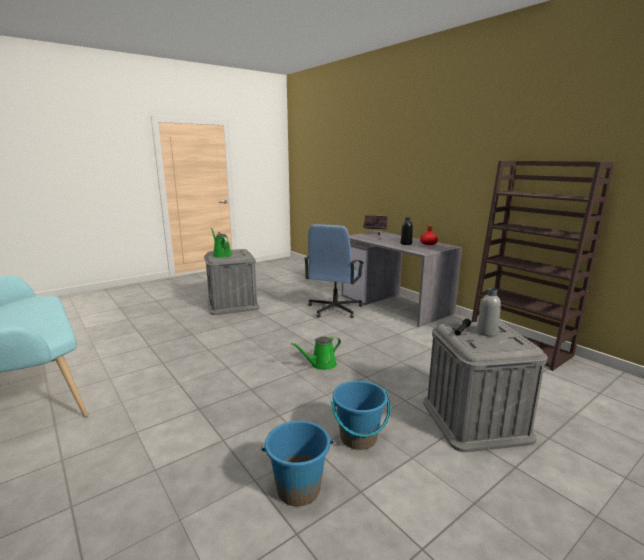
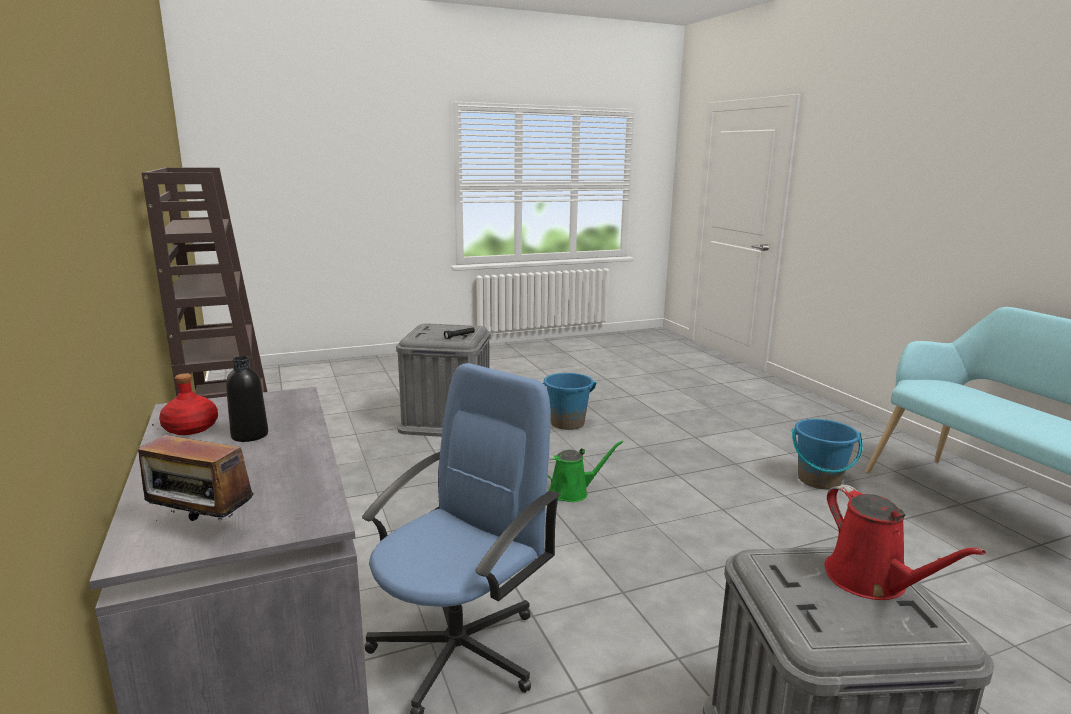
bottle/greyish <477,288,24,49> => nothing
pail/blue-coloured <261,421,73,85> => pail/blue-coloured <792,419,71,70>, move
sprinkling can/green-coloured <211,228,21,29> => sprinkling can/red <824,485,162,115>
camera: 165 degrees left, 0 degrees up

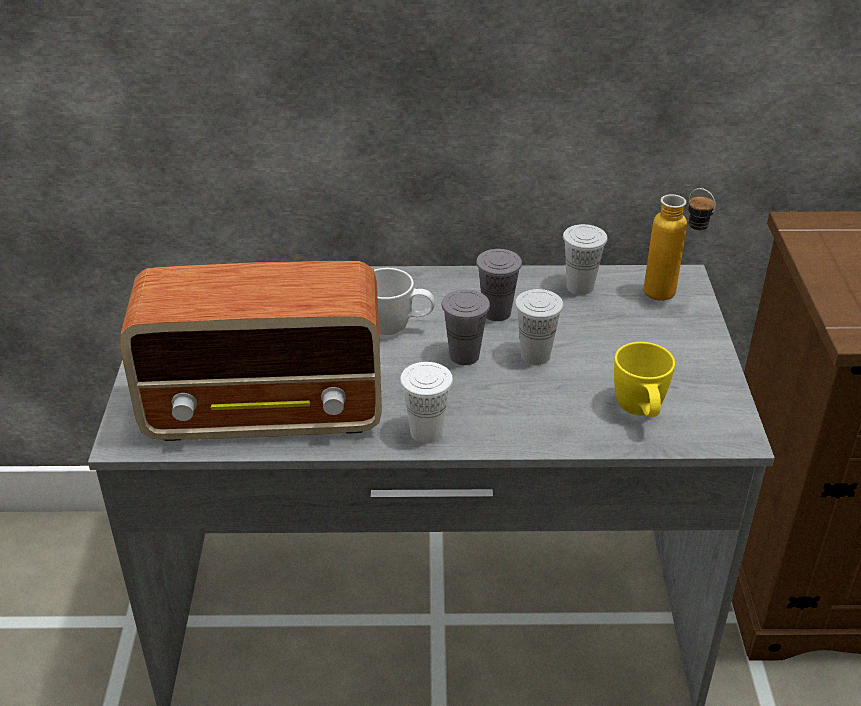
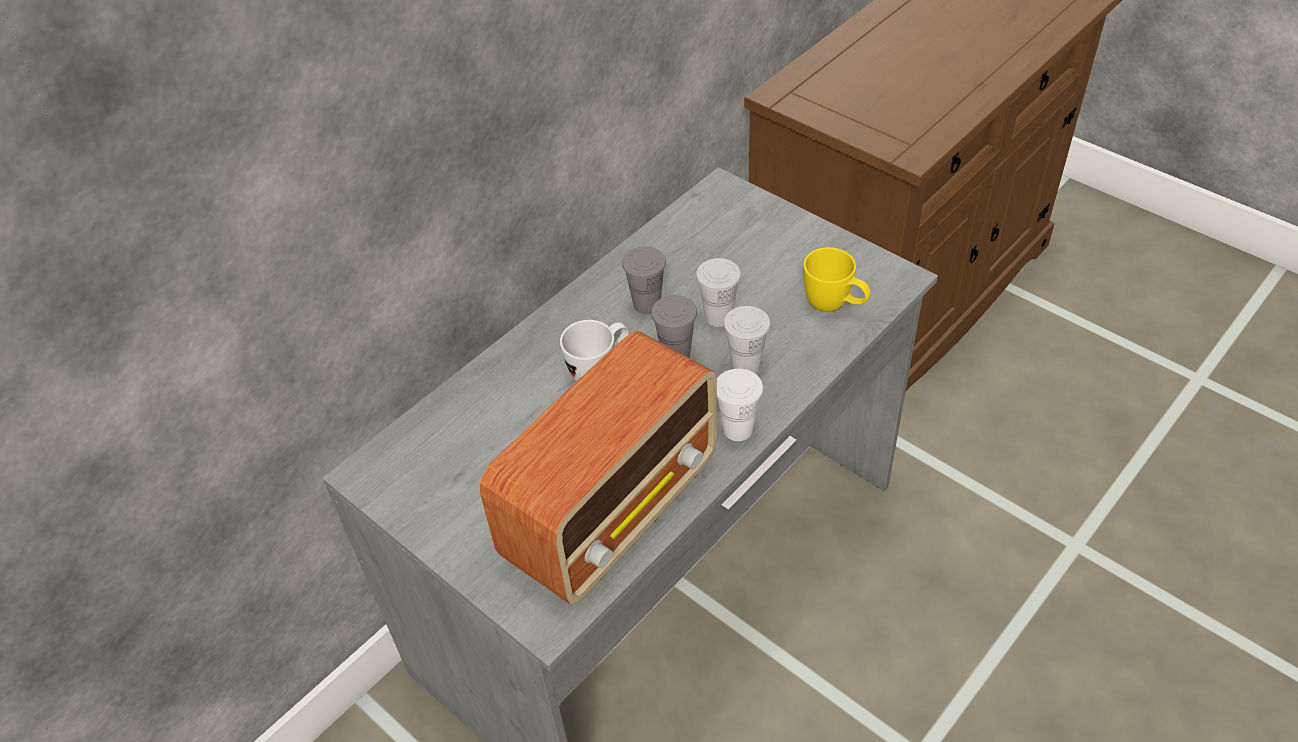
bottle <644,188,72,113> => nothing
cup/white <563,224,44,71> => cup/white <724,306,46,68>, move
camera: 45 degrees left, 10 degrees up

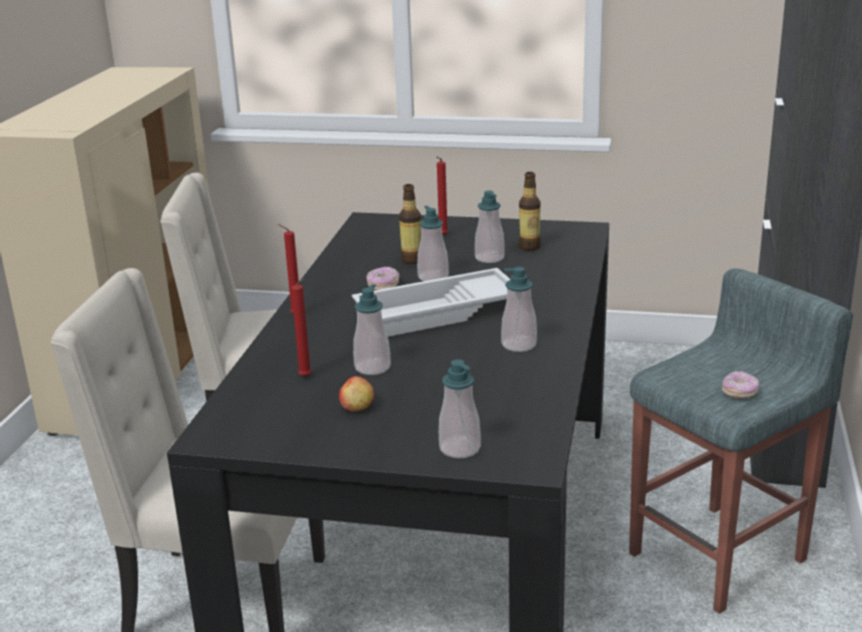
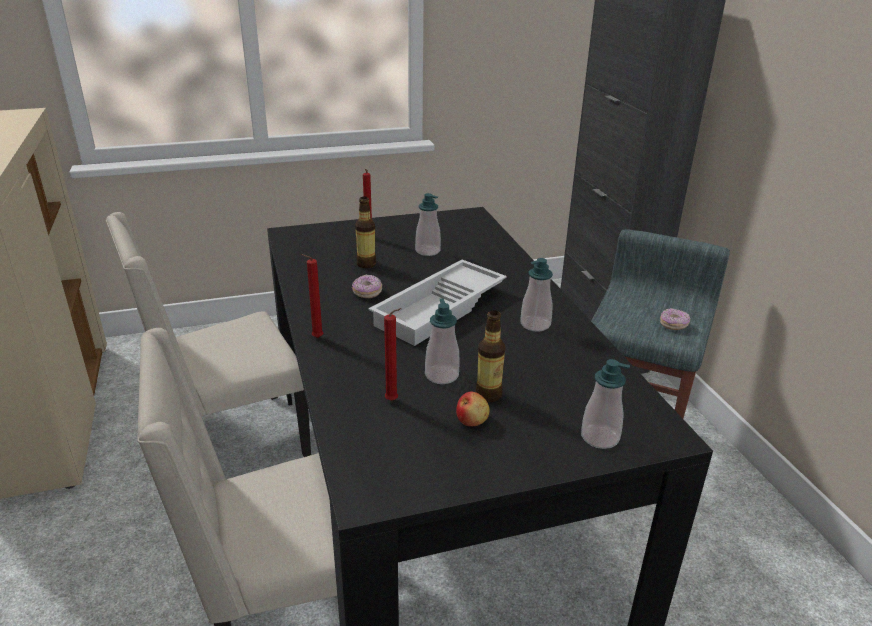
soap dispenser <417,206,32,75> => nothing
bottle <519,172,22,79> => bottle <476,310,29,92>, move
camera: 30 degrees left, 5 degrees up

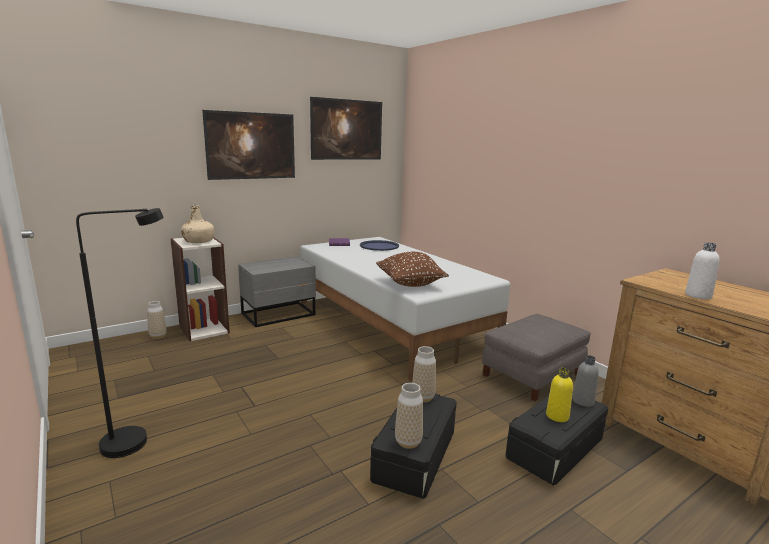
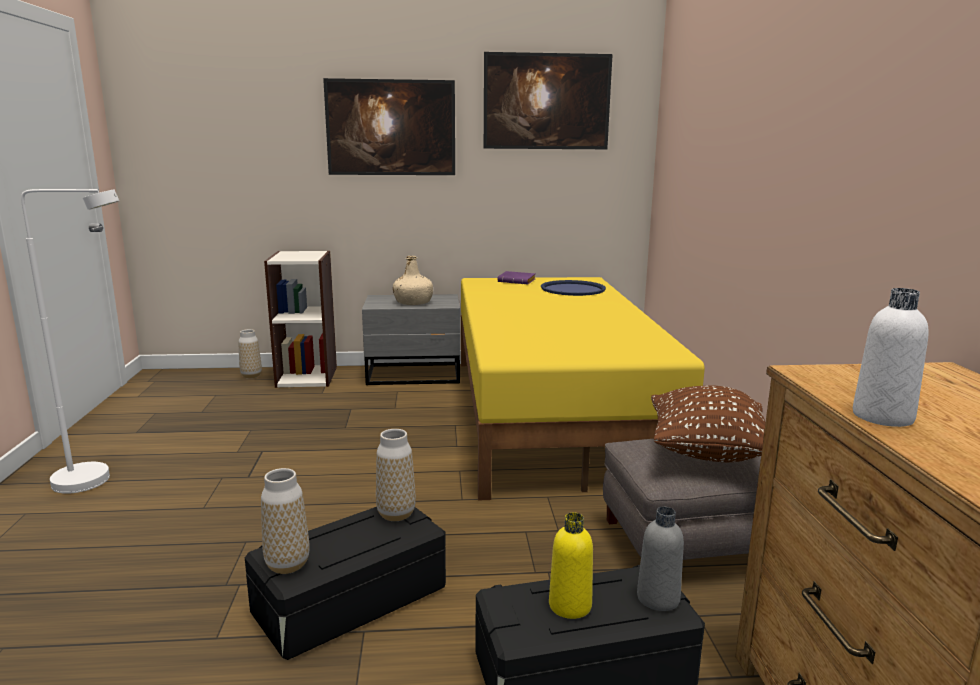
bottle/beige <181,205,33,38> => bottle/beige <393,256,40,49>, move
pillow/brown-coloured <376,252,73,35> => pillow/brown-coloured <651,385,115,77>, move
floor lamp/black <76,208,88,250> => floor lamp/white <21,189,98,305>
sleeping bed/white <300,237,210,145> => sleeping bed/yellow <461,277,244,223>
camera: 30 degrees right, 0 degrees up

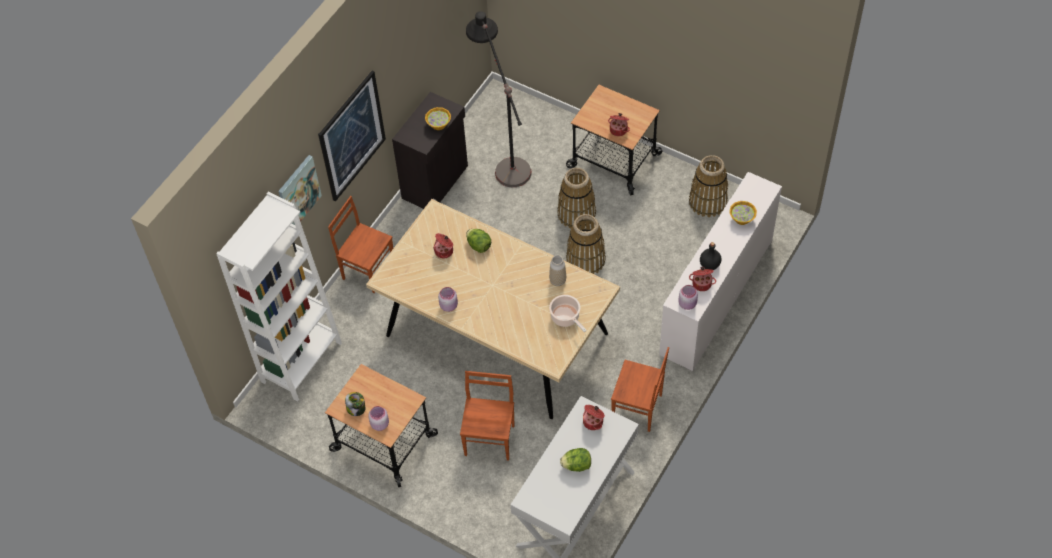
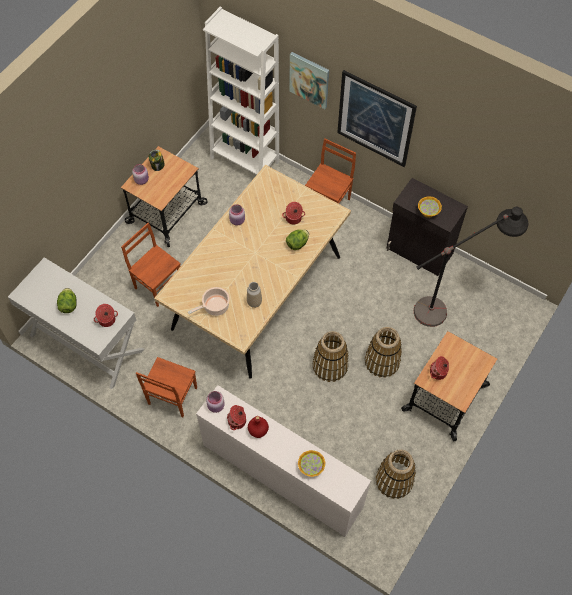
bottle/black <700,242,22,28> => bottle/red <248,416,21,22>
chair/brown-coloured <460,371,55,90> => chair/brown-coloured <121,222,60,85>, 150 degrees counterclockwise
camera: 90 degrees right, 5 degrees up

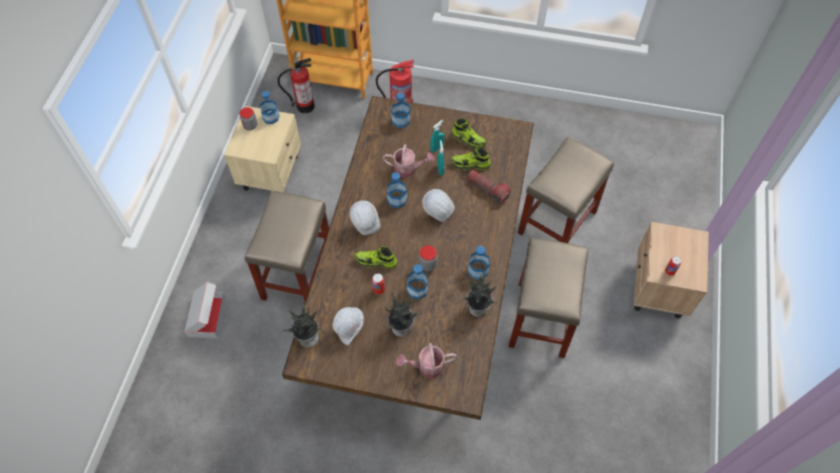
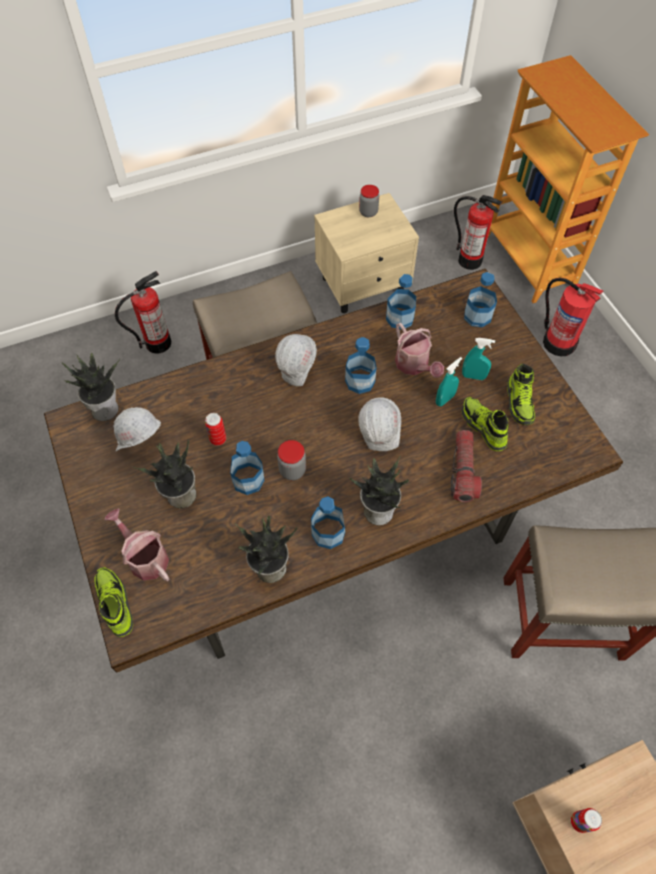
stool/beige <508,238,81,120> => nothing
nothing => houseplant <349,457,60,68>
bottle <260,91,19,33> => bottle <386,274,30,56>, move
shoe <355,246,43,23> => shoe <94,567,39,70>, move
packing box <184,282,42,57> => fire-fighting cylinder <115,271,56,83>
camera: 55 degrees right, 0 degrees up

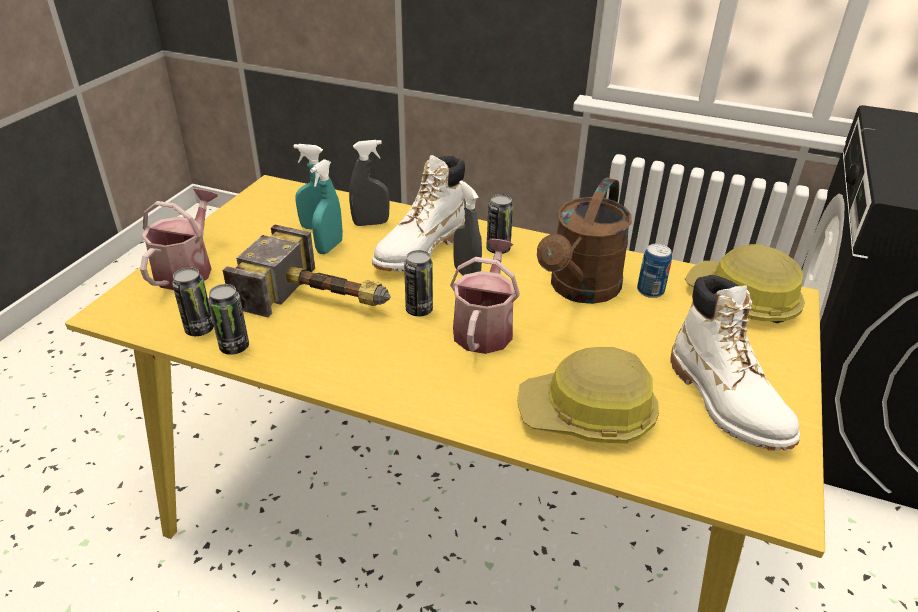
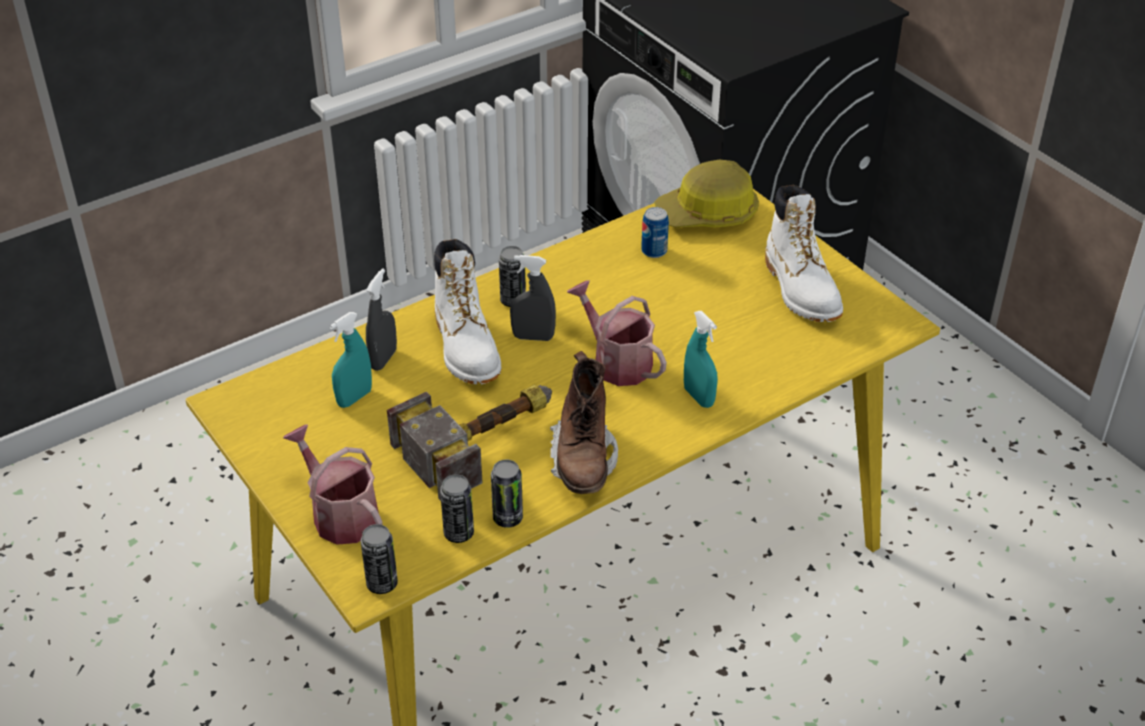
safety helmet <517,347,142,96> => nothing
sprinkling can/brown-coloured <537,177,95,127> => nothing
nothing => high-top boot/brown-coloured <550,351,68,143>
sprayer/turquoise <310,159,33,95> => sprayer/turquoise <684,311,34,97>, move
can <404,250,29,66> => can <360,524,38,70>, move
high-top boot/white <670,274,130,177> => high-top boot/white <765,185,78,137>, 60 degrees clockwise
camera: 55 degrees left, 5 degrees up

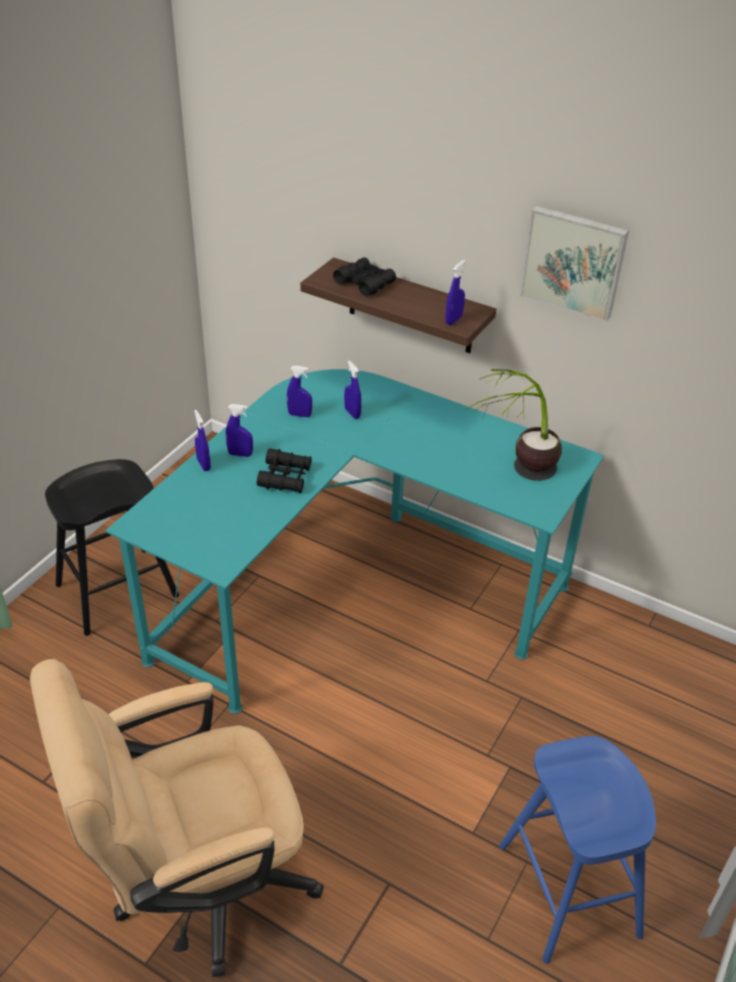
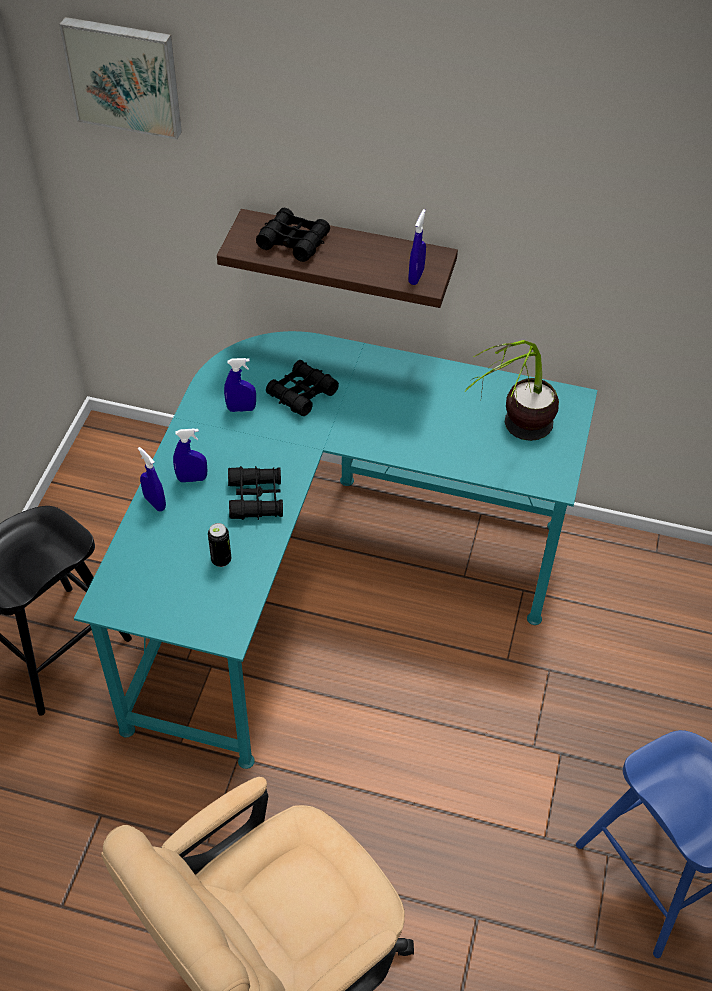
nothing => can <208,523,23,44>
picture <520,206,109,116> => picture <59,17,123,123>, move
sprayer/blue-coloured <344,361,18,58> => field glasses/black <266,360,73,56>
camera: 15 degrees left, 10 degrees up

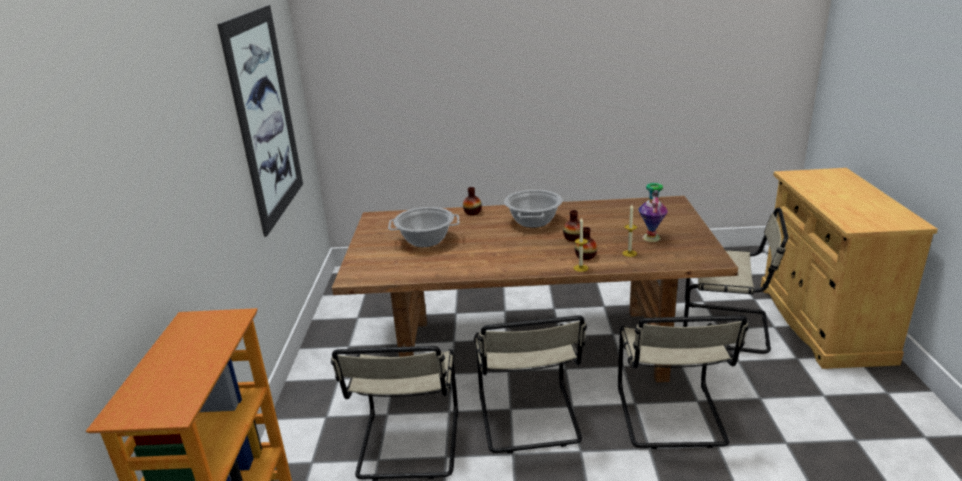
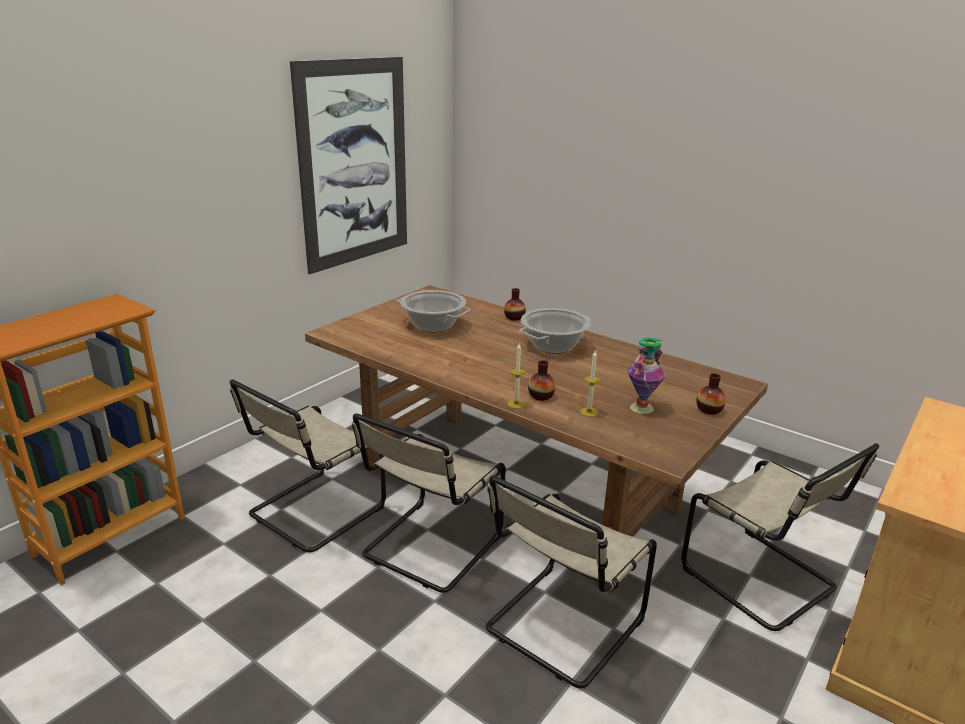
decorative vase <563,210,21,31> => decorative vase <696,373,30,42>, move
camera: 35 degrees right, 0 degrees up

